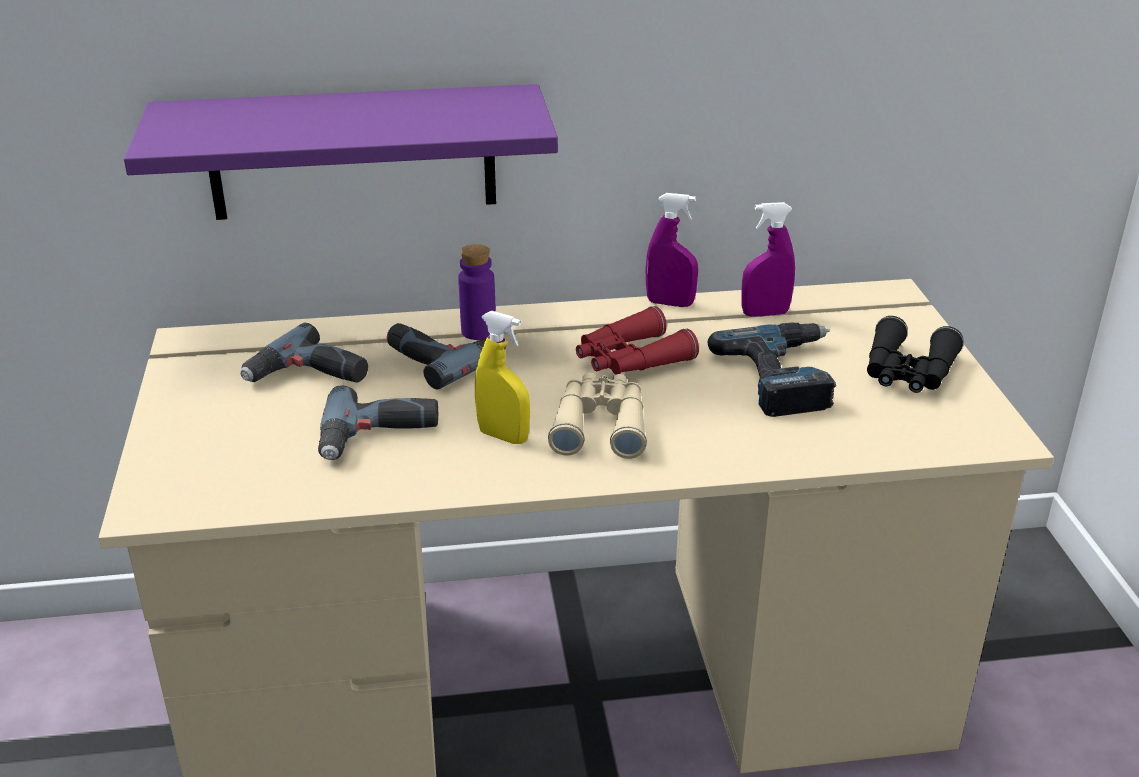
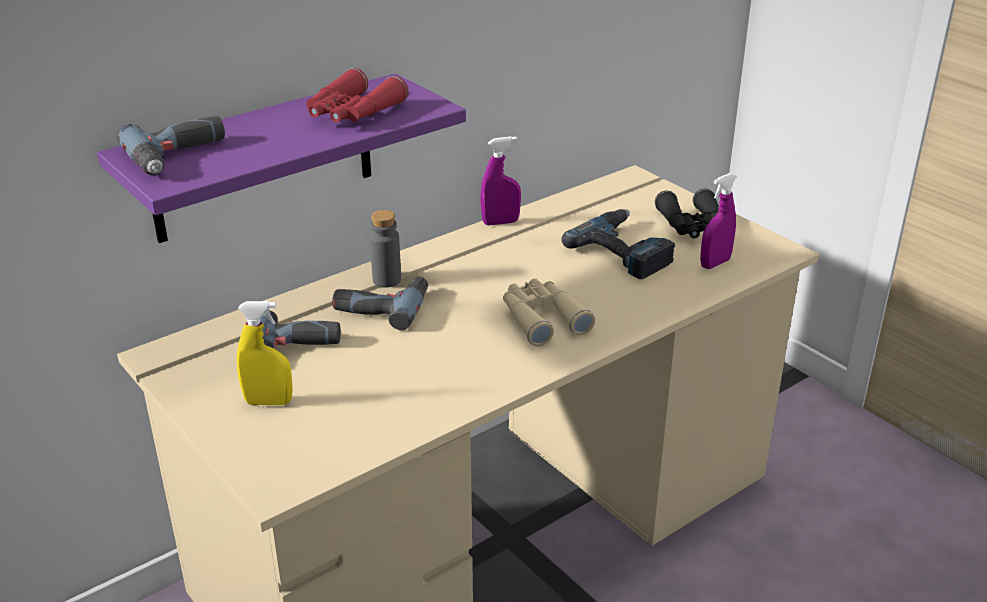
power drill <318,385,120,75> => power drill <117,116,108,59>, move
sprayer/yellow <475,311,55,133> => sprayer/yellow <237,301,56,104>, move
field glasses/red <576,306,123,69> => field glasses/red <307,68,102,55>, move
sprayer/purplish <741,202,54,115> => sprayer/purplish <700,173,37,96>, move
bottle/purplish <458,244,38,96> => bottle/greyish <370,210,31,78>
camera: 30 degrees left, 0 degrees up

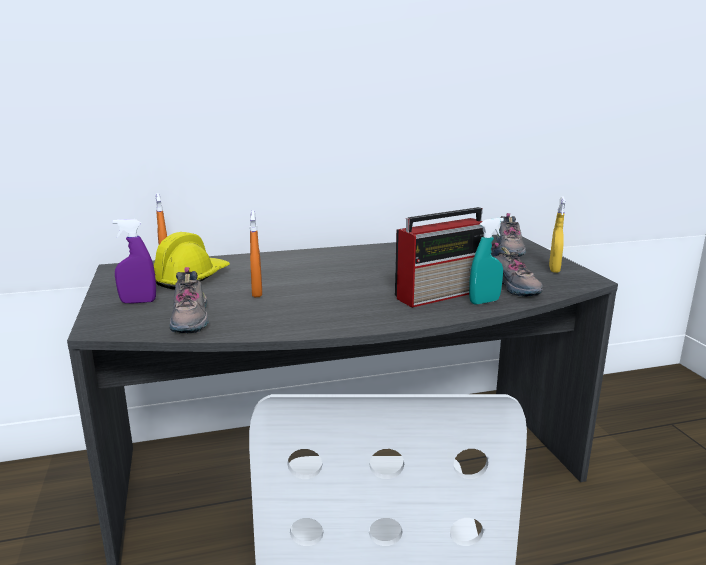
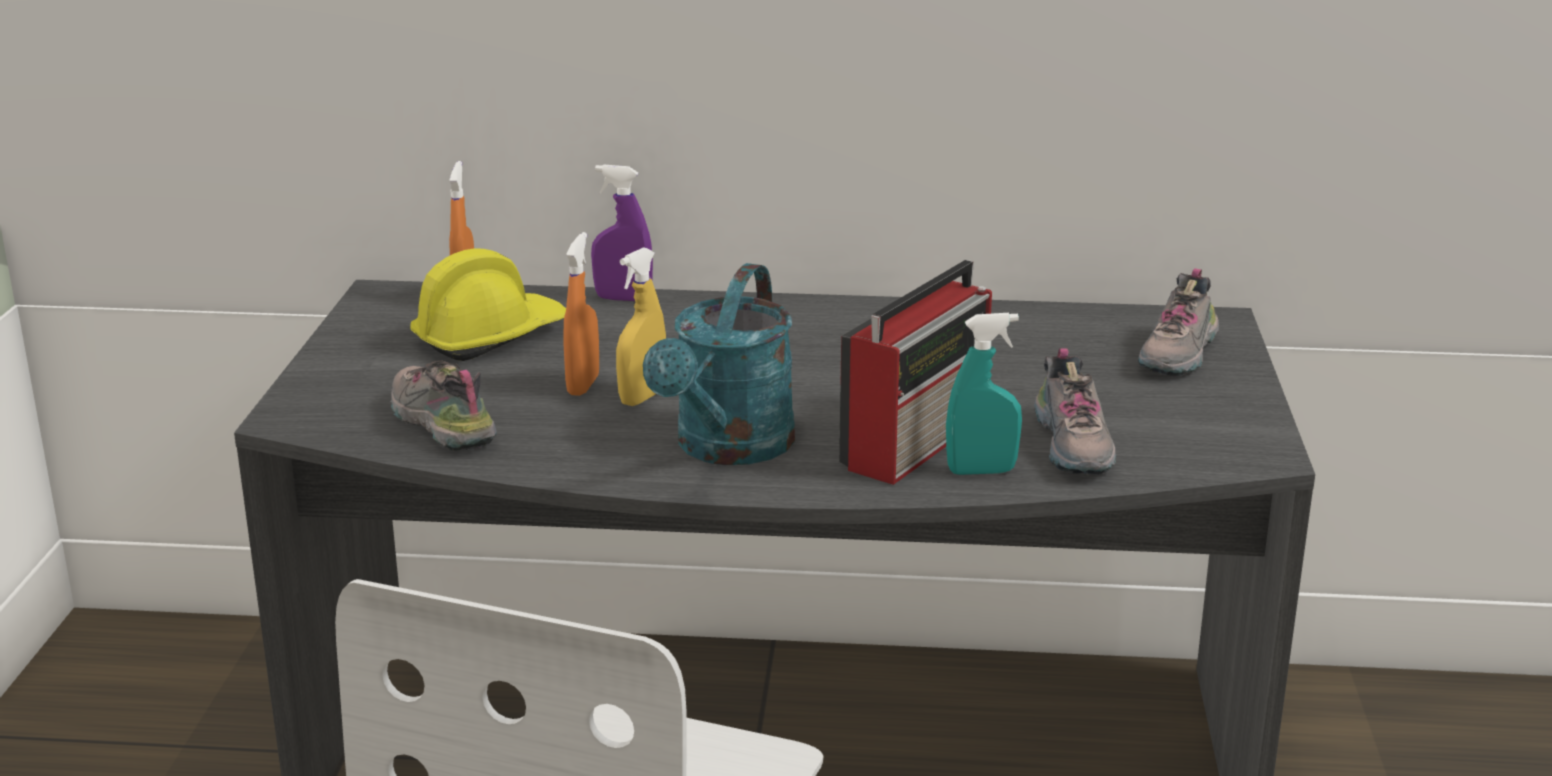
nothing => sprinkling can/turquoise <643,263,152,202>
sprayer/purplish <112,219,44,84> => sprayer/purplish <591,165,62,136>, move
sprayer/yellow <549,196,17,77> => sprayer/yellow <616,247,50,159>, move
shoe <170,267,39,67> => shoe <391,360,106,91>, 135 degrees clockwise
radio set <395,207,89,101> => radio set <839,260,153,225>, 45 degrees counterclockwise
camera: 20 degrees right, 5 degrees up

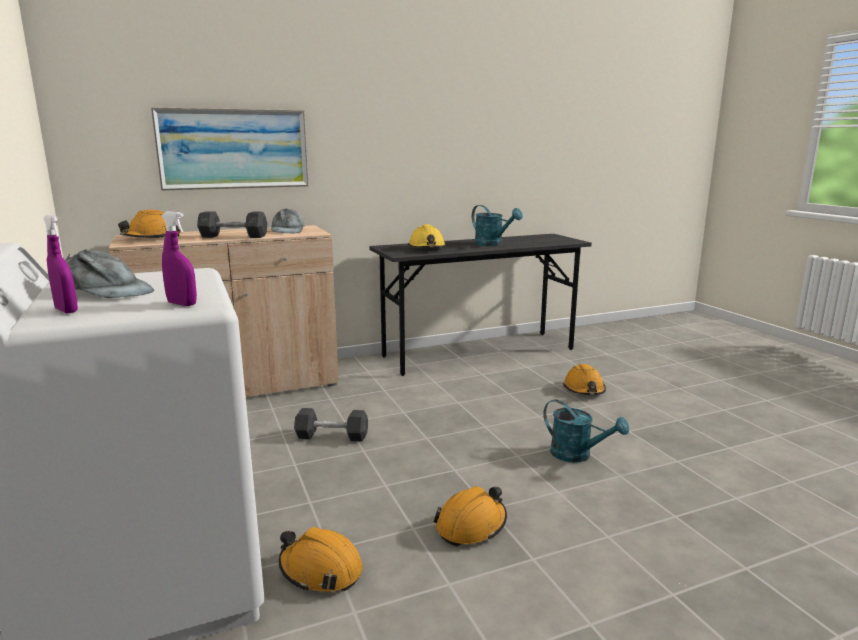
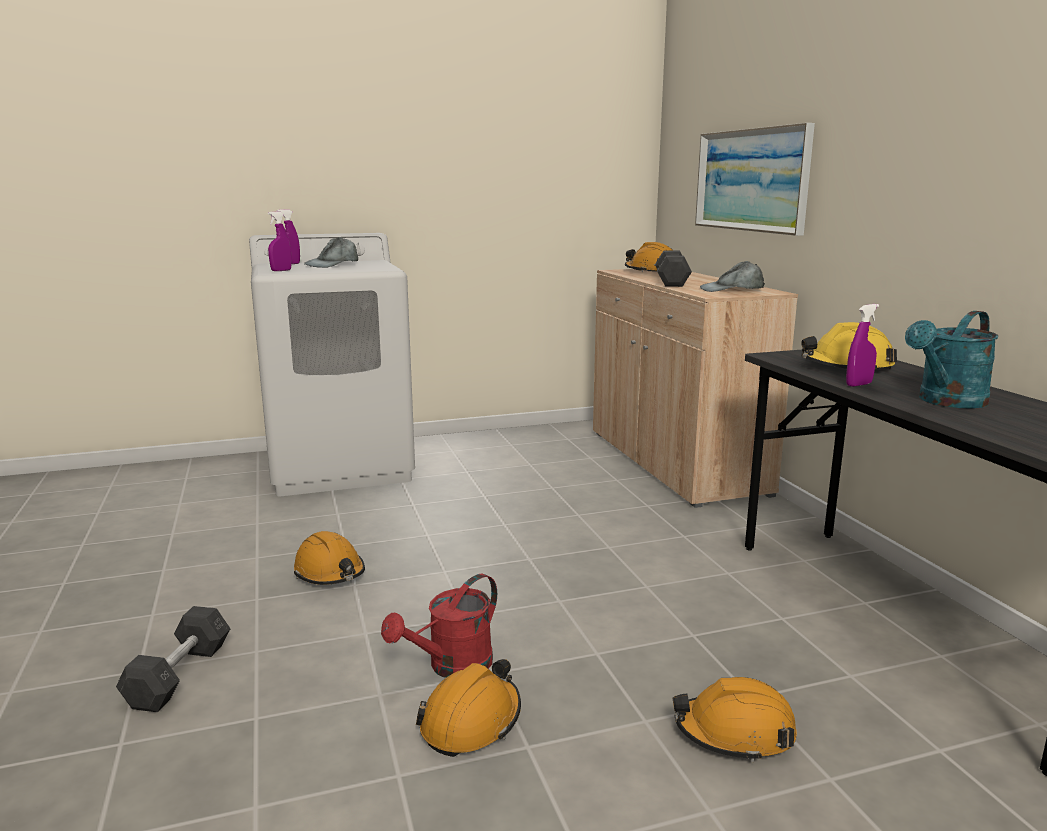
nothing => sprayer/purplish <846,304,33,83>
safety helmet/orange-coloured <279,527,84,65> => safety helmet/orange-coloured <416,659,105,98>, move
hand weight/greyish <294,408,74,33> => hand weight/greyish <116,606,114,106>, move
sprinkling can/turquoise <543,399,86,63> => sprinkling can/red <381,574,116,104>
camera: 95 degrees right, 0 degrees up

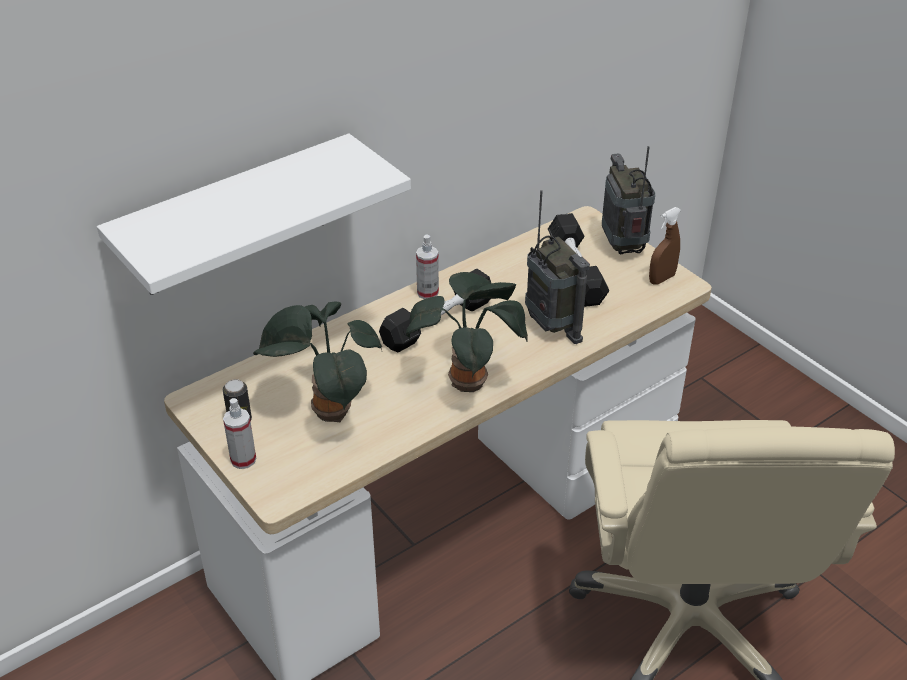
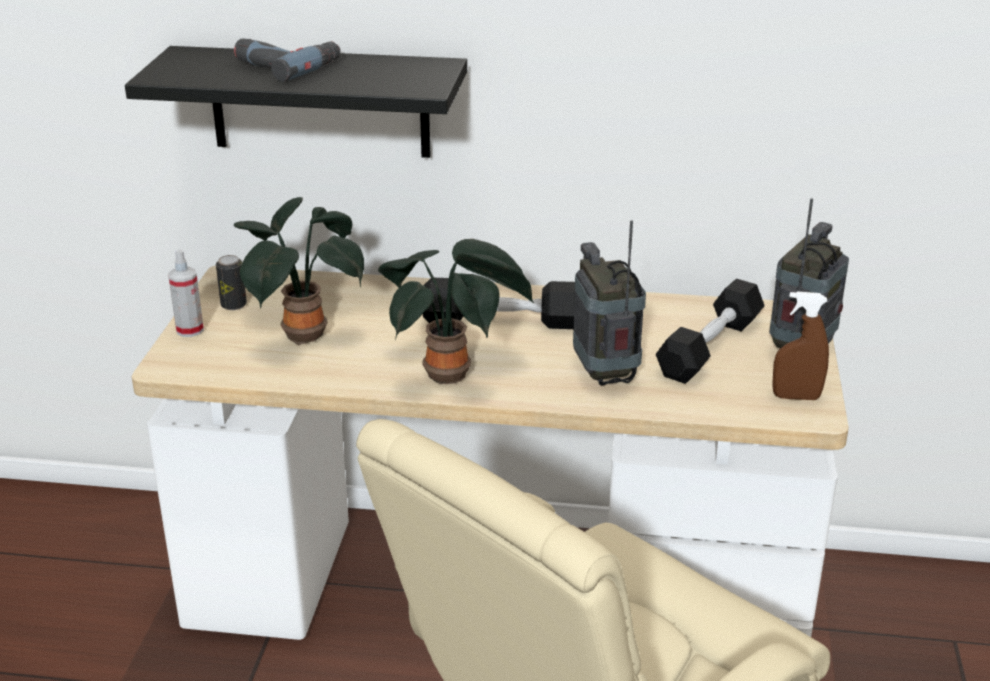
sprayer <416,235,23,64> => nothing
nothing => power drill <234,38,107,44>
shelf/white <97,133,314,162> => shelf/black <125,46,342,112>
radio set <525,190,65,154> => radio set <573,220,73,166>, 150 degrees clockwise
camera: 45 degrees right, 10 degrees down

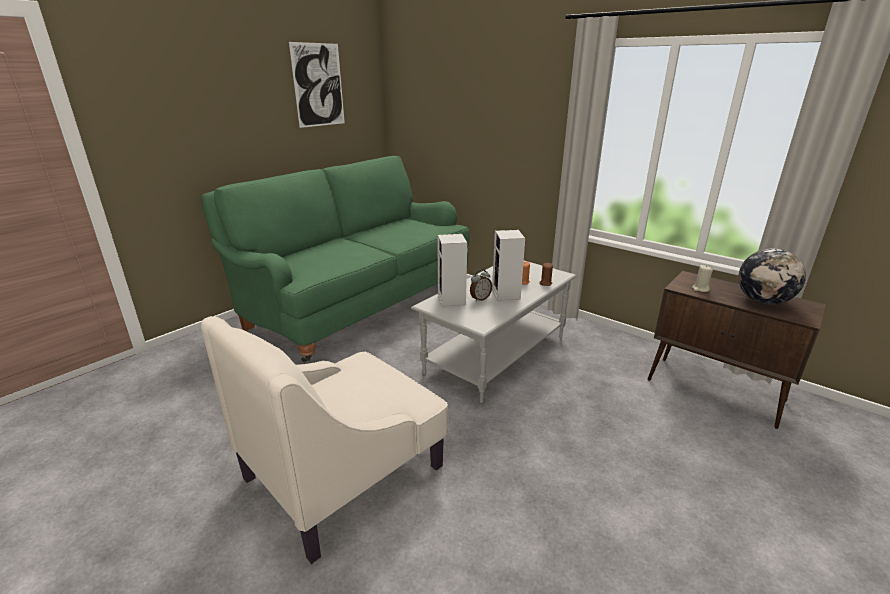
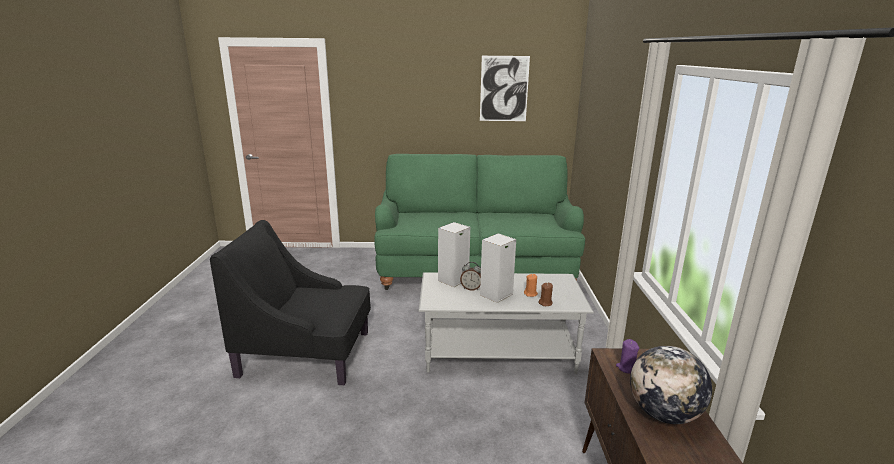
armchair/beige <201,316,248,248> => armchair/black <210,220,161,165>
candle/beige <692,265,21,27> => candle/purplish <616,339,23,35>
camera: 50 degrees right, 5 degrees down

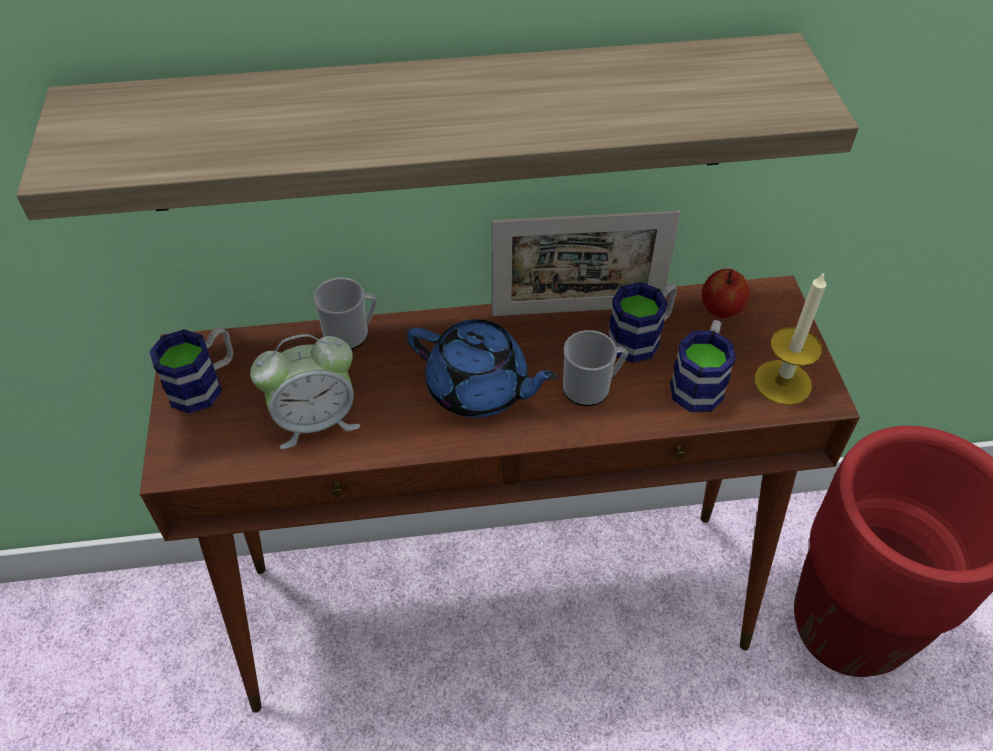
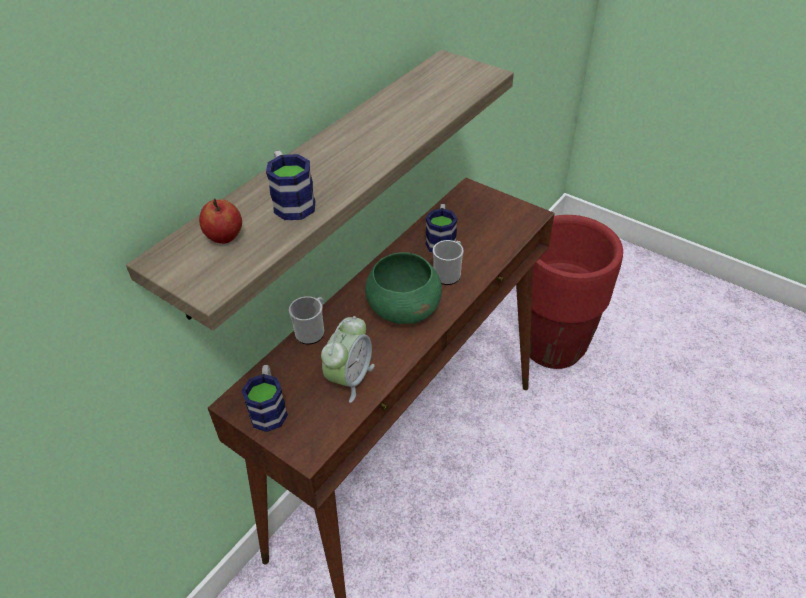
picture frame <491,211,189,105> => nothing
candle <754,272,72,133> => nothing
coffee mug <670,320,66,92> => coffee mug <266,150,49,70>, move
apple fruit <702,269,48,49> => apple fruit <199,198,43,46>, move
tea pot/blue-coloured <407,319,152,99> => deep dish/green-coloured <365,252,77,72>
camera: 45 degrees left, 5 degrees down

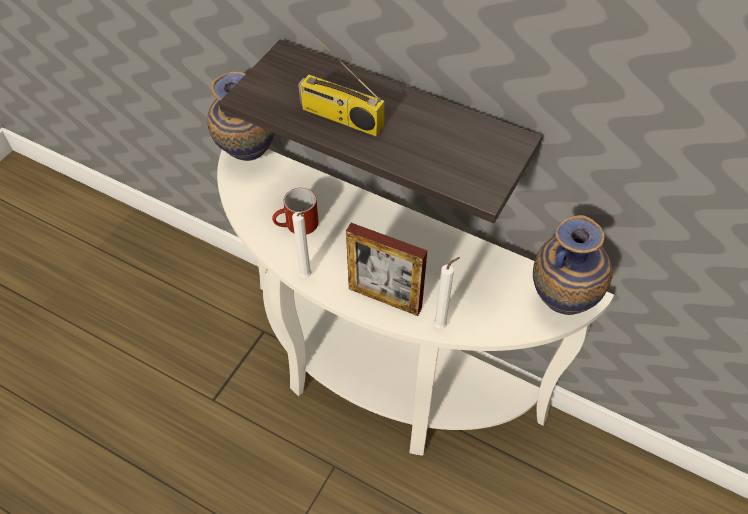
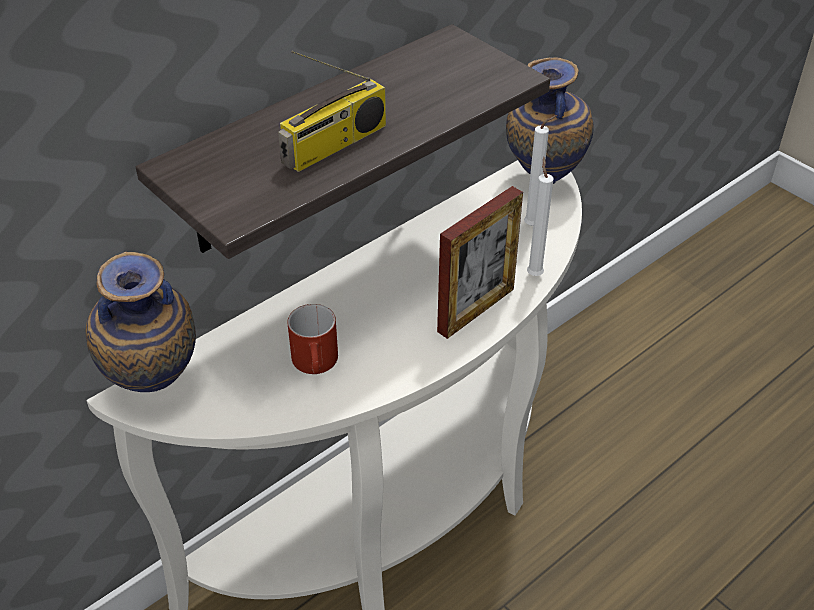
candle/white <292,212,20,66> => candle/white <524,115,33,111>, move
camera: 70 degrees left, 10 degrees down

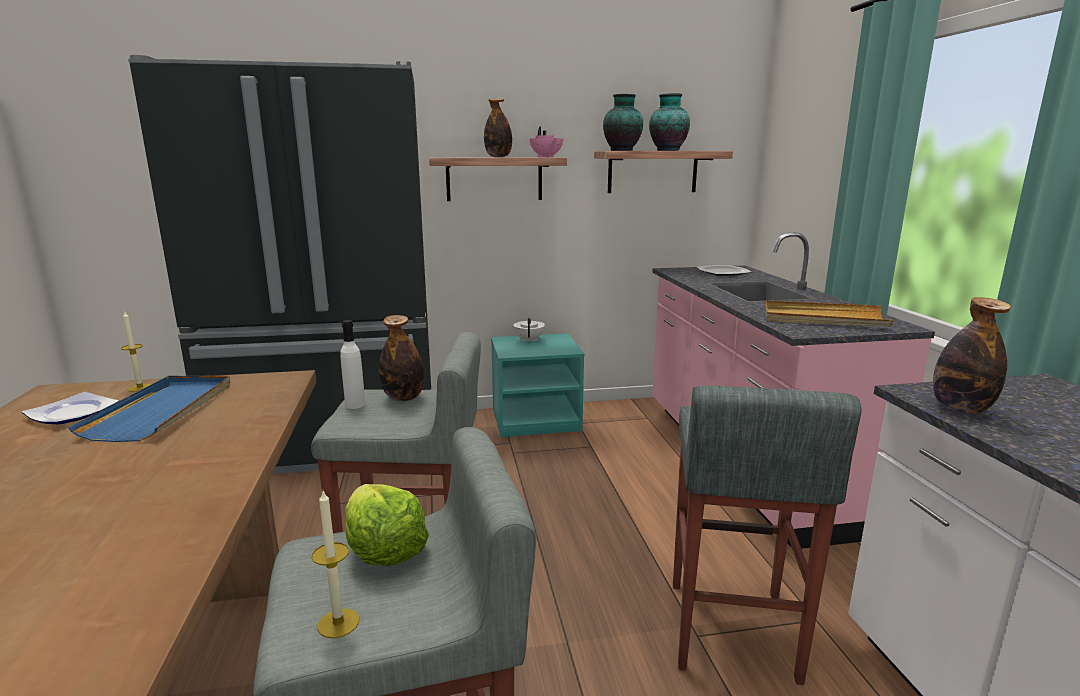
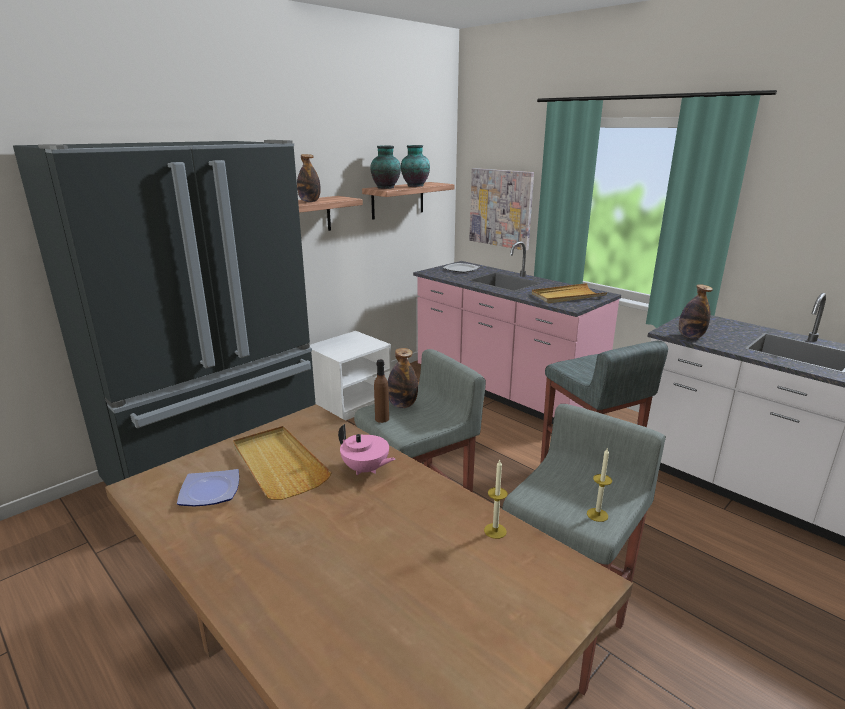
lettuce head <345,484,84,82> => nothing
tea pot/white <514,318,31,25> => nothing
nothing => picture <469,168,65,83>
candle <121,312,30,80> => candle <484,460,24,79>, move
tea pot/pink <530,126,33,31> => tea pot/pink <338,424,57,51>, move
tray/blue-coloured <68,376,162,66> => tray/beige <233,426,99,74>
bottle/white <340,320,25,89> => bottle/brown-coloured <374,360,15,63>
bedside table/turquoise <491,333,93,104> => bedside table/white <310,331,81,90>
camera: 35 degrees left, 5 degrees up

